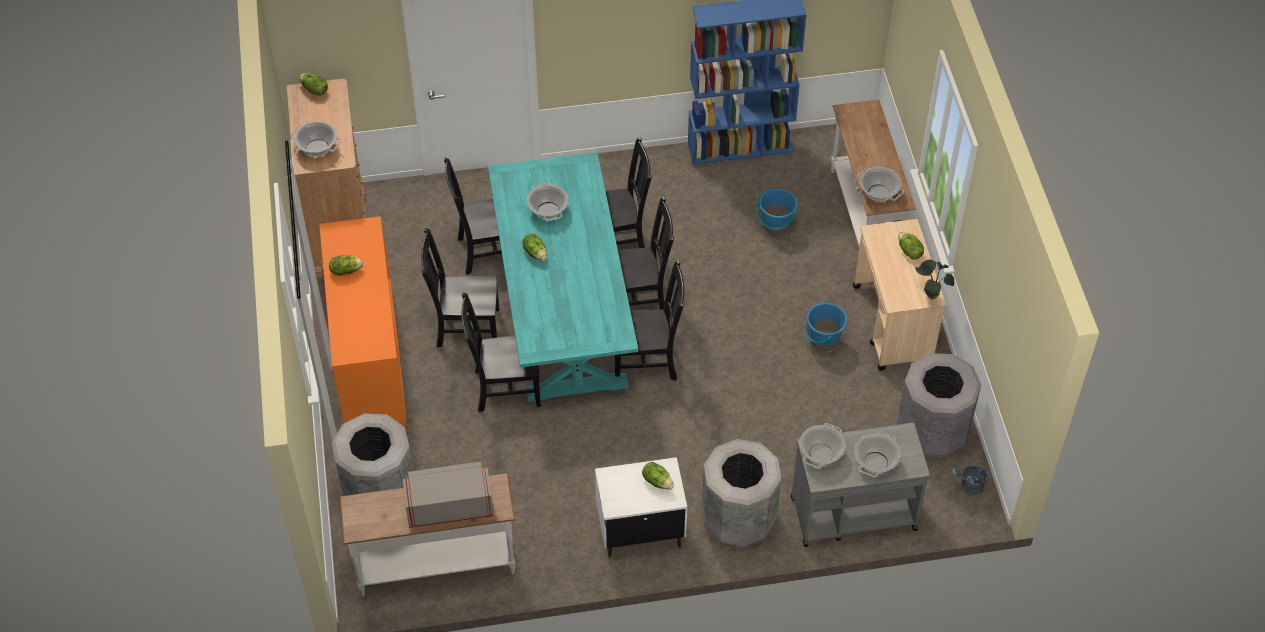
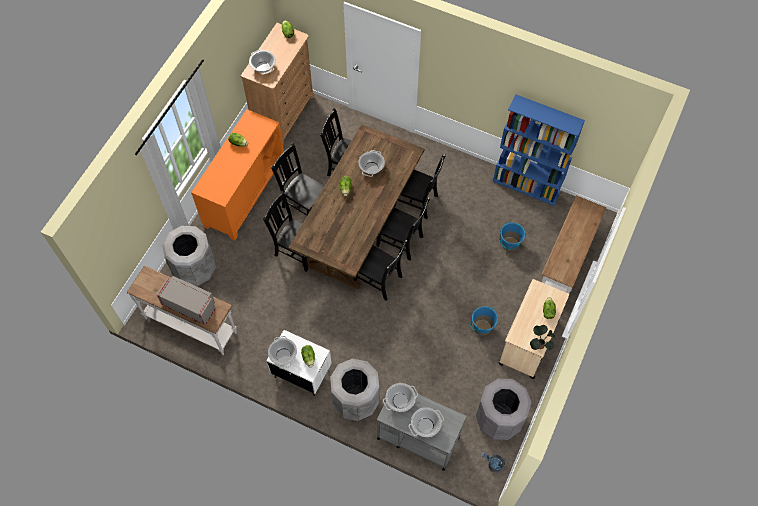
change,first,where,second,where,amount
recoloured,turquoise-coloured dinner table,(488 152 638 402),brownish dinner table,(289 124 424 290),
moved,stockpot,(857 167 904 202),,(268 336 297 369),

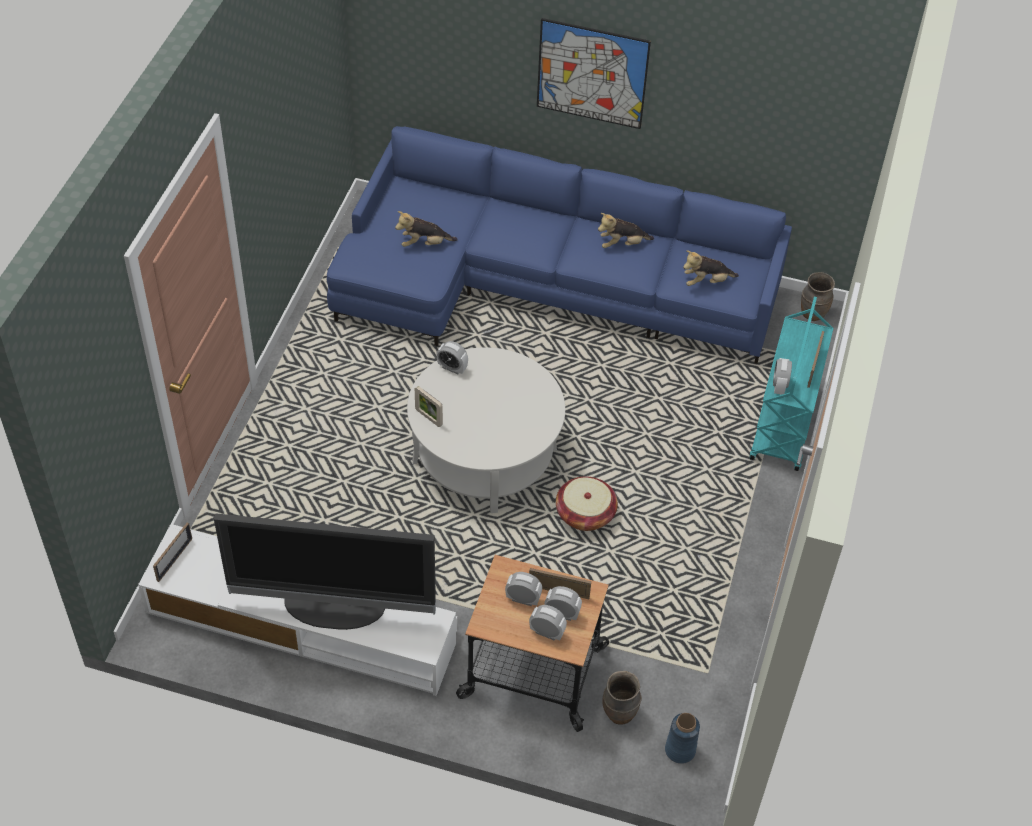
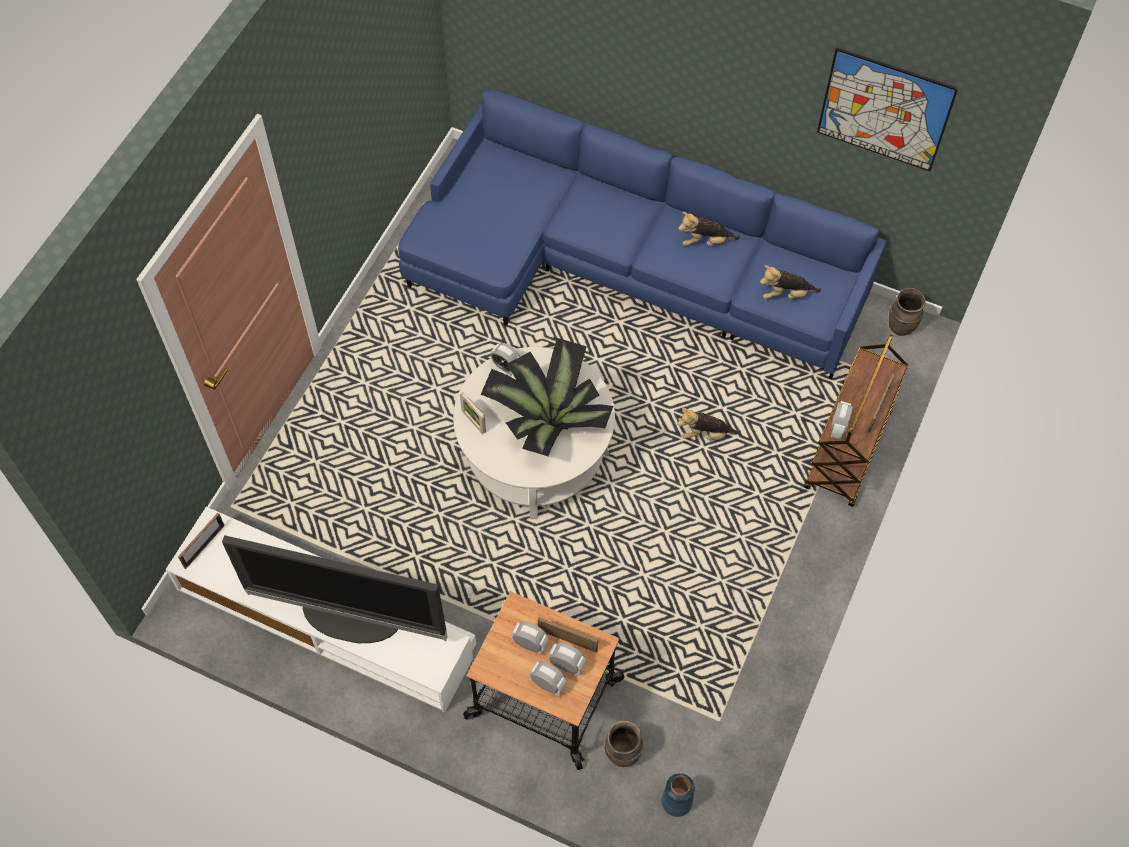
change,first,where,second,where,amount
moved,wall art,(537 18 651 129),,(817 47 958 171),
moved,plush toy,(395 211 458 247),,(677 408 741 440),
recoloured,turquoise-coloured cart,(750 297 833 471),brownish cart,(804 335 908 506),
removed,basket,(556 476 618 531),,,
added,,,potted plant,(481 338 613 456),

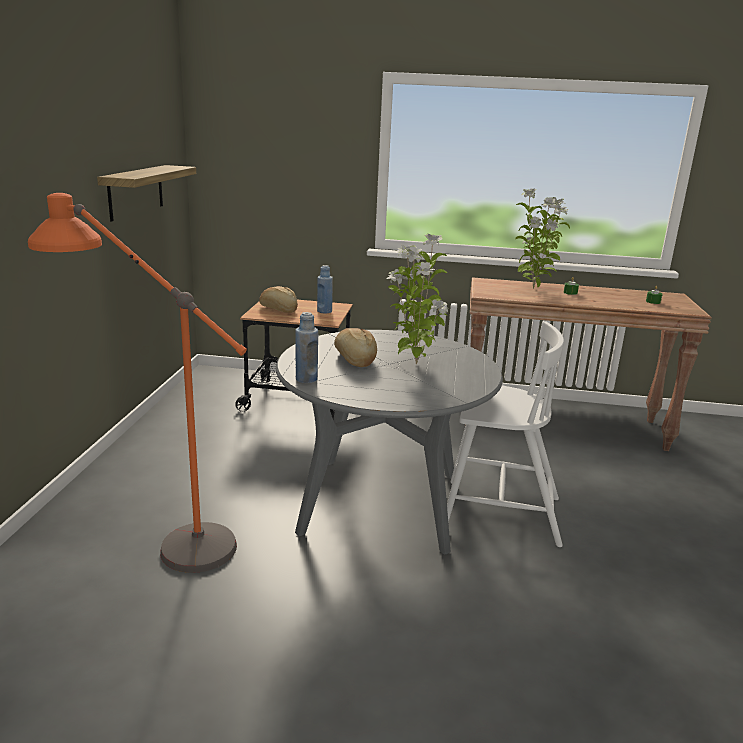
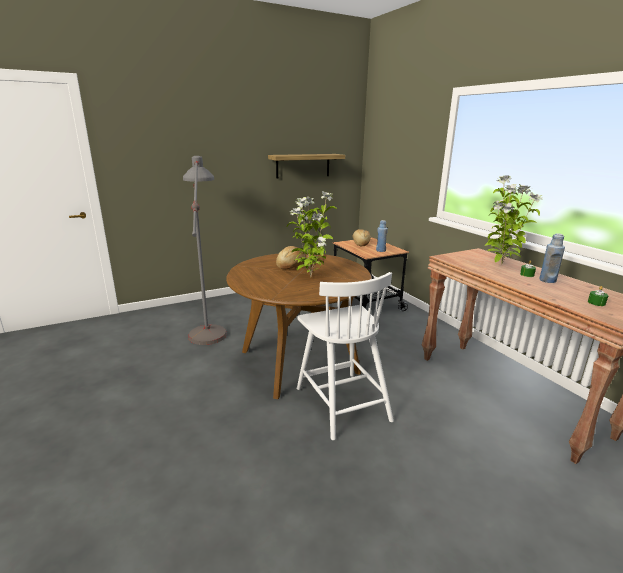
change,first,where,second,where,amount
recoloured,orangey standing lamp,(28 193 247 573),gray standing lamp,(183 156 227 345),
moved,bluish beverage bottle,(295 312 318 383),,(539 233 565 283),
recoloured,gray dinner table,(276 330 503 554),brownish dinner table,(226 253 372 399),

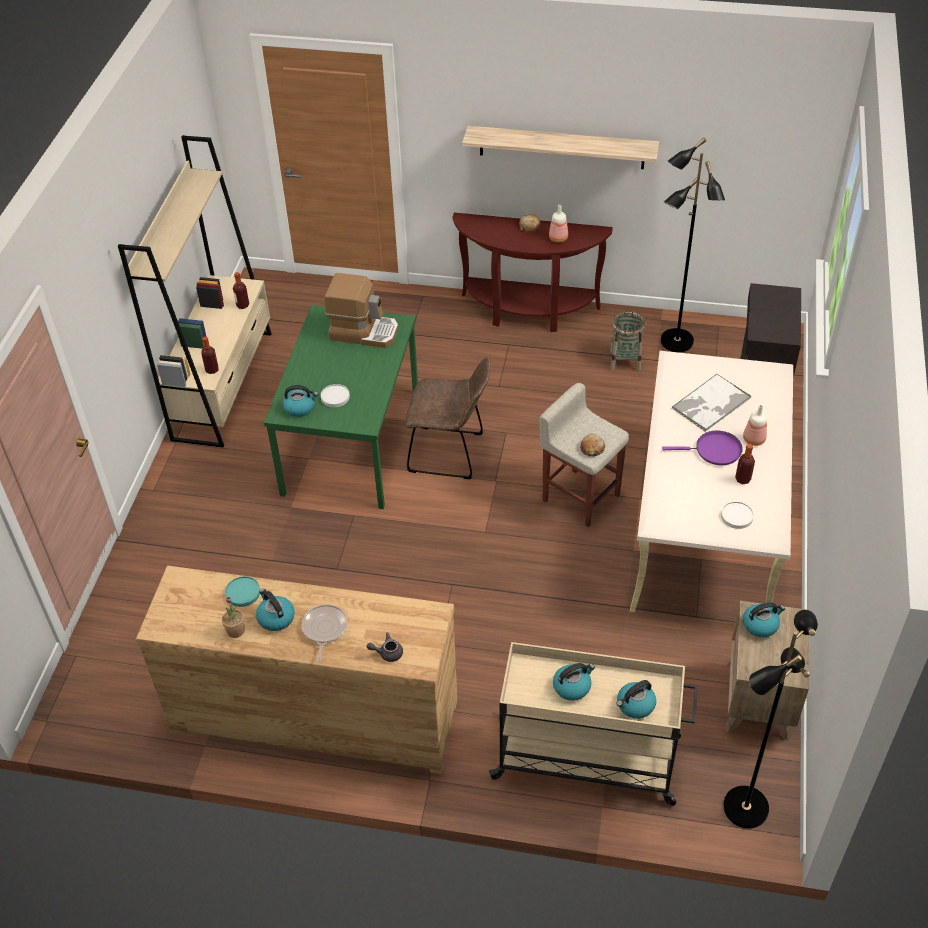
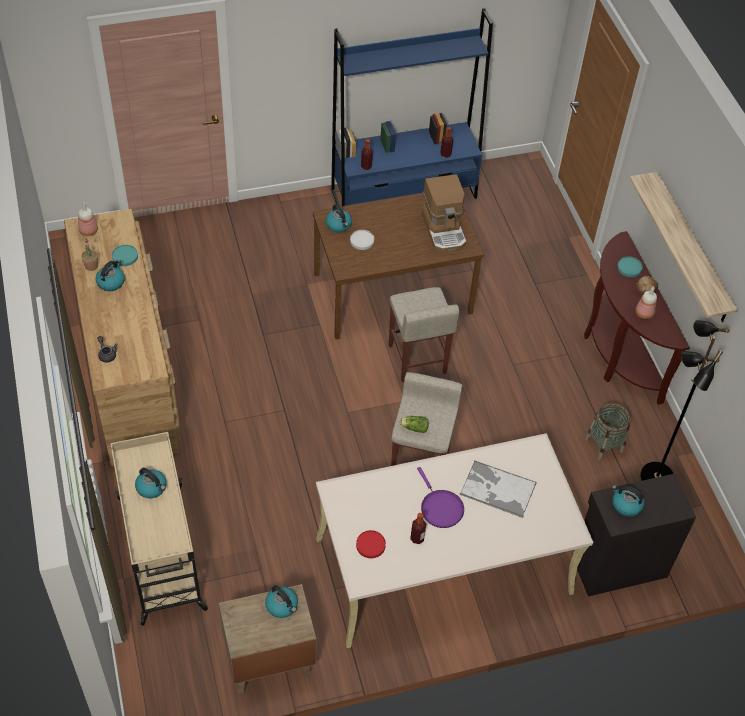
change,first,where,second,where,amount
recoloured,sand-coloured bookshelf,(118 135 271 447),bluish bookshelf,(331 8 493 206),
recoloured,greenish dinner table,(264 305 418 509),brownish dinner table,(313 193 484 340),
replaced,brownish chair,(405 357 490 479),sand-coloured stool seat,(389 287 459 382),
moved,beverage bottle,(743 405 767 446),,(78 202 98 236),
replaced,baked bread,(581 434 605 457),head of lettuce,(400 416 429 433),
recoloured,white dinner plate,(721 501 754 529),red dinner plate,(356 530 386 558),
removed,pan,(302 604 348 661),,,
removed,black standing lamp,(723 610 818 828),,,
moved,kettle,(616 680 656 719),,(612 485 644 516),
added,,,turquoise-coloured dinner plate,(617 256 643 277),

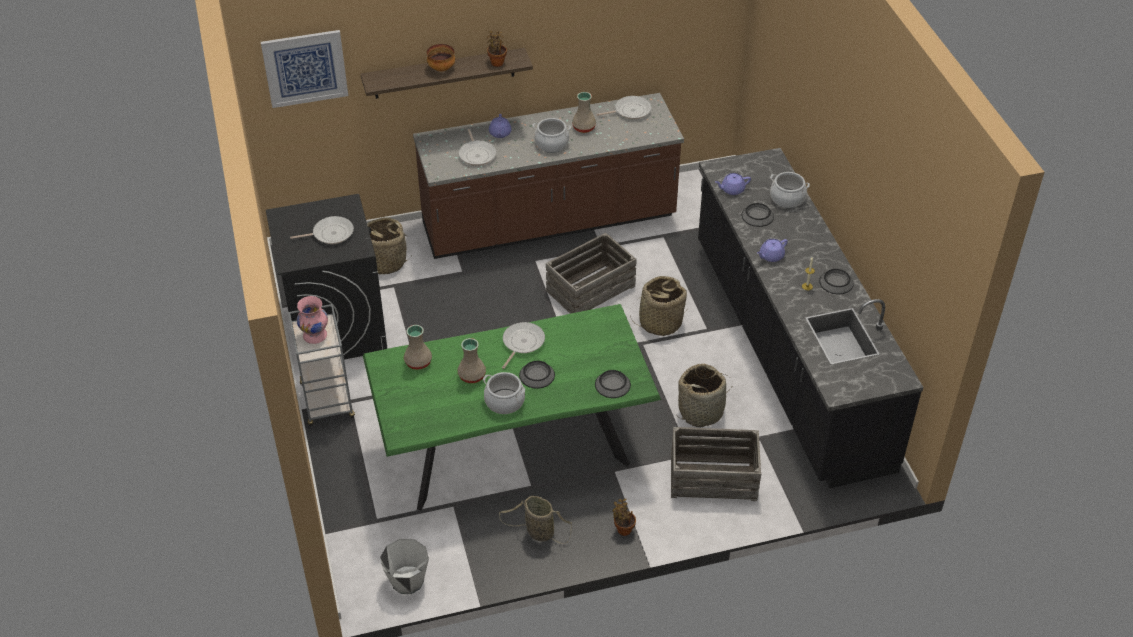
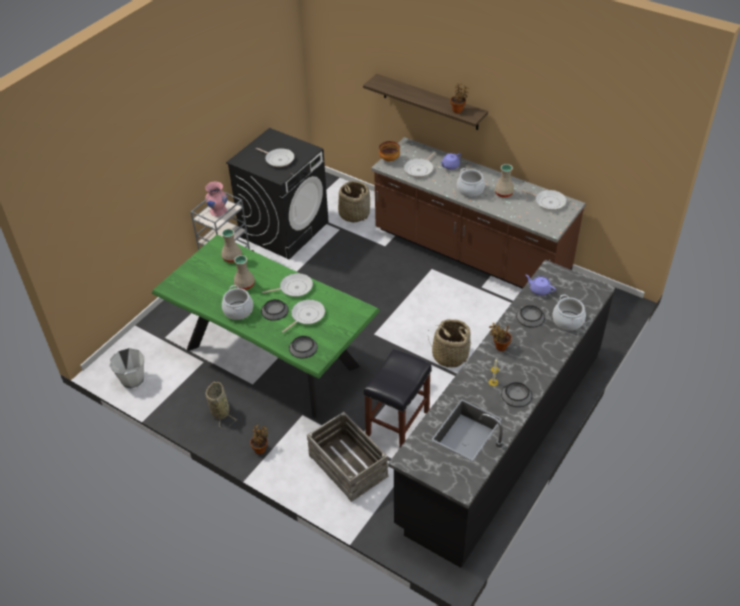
change,first,where,second,where,amount
removed,wall art,(261 30 348 108),,,
moved,deep dish,(427 44 455 72),,(379 141 400 162),
removed,packing crate,(546 233 637 314),,,
replaced,purple-coloured pot for tea,(757 239 788 262),potted plant,(489 322 512 351),
replaced,basket,(677 364 732 427),black stool seat,(364 349 432 447),
added,,,pan,(282 300 325 333),

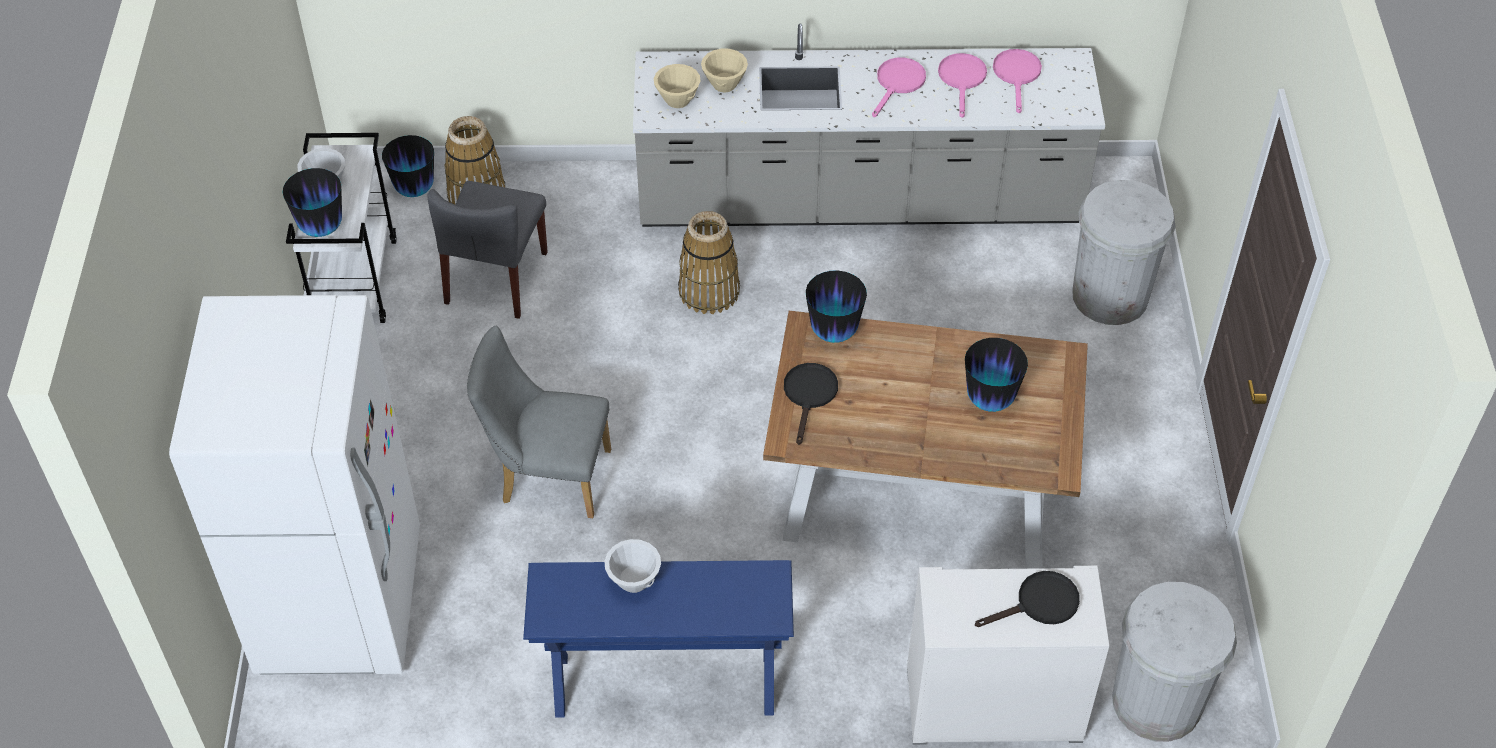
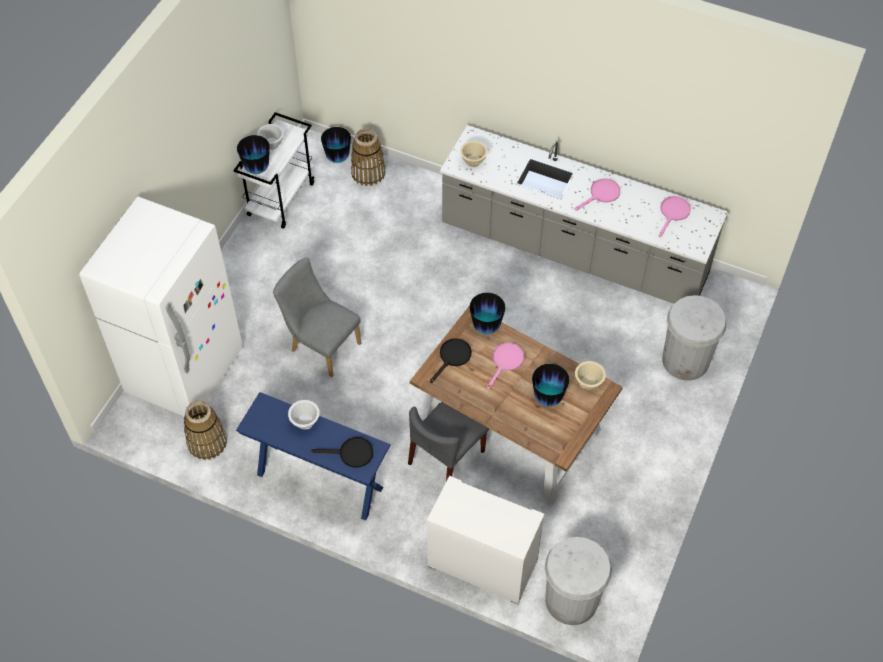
change,first,where,second,where,amount
moved,sand-coloured deep dish,(701 48 748 92),,(575 361 606 390),
moved,pink pan,(938 53 987 118),,(487 343 524 389),
moved,gray chair,(427 181 548 319),,(408 402 489 481),
moved,basket,(678 211 740 314),,(184 401 227 460),
moved,black pan,(975 571 1080 627),,(311 437 373 468),

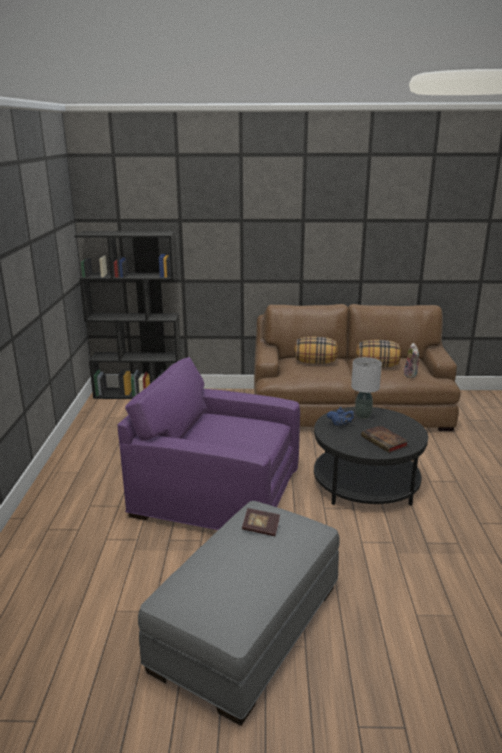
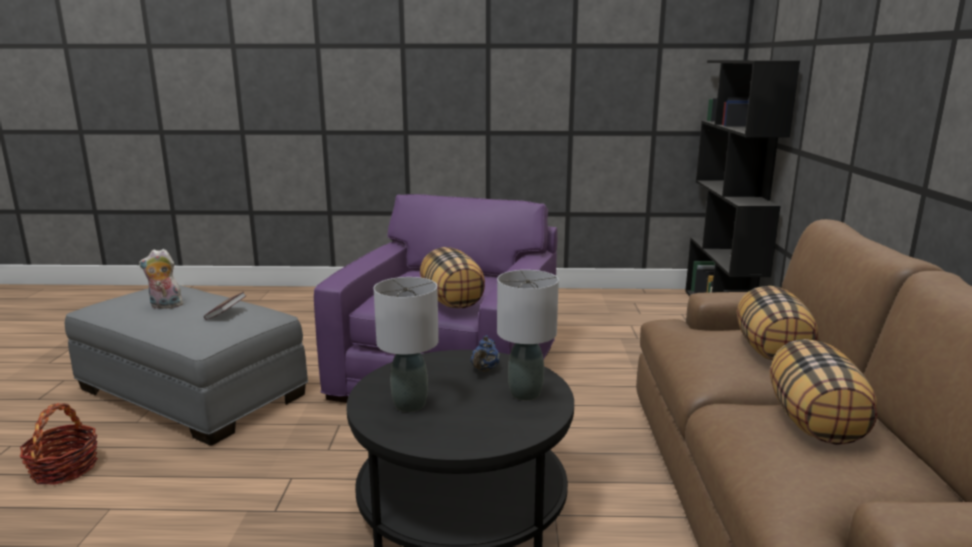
change,first,where,second,where,amount
moved,plush toy,(404 343 421 378),,(139 249 187 309),
replaced,bound book,(361 425 409 453),gray tabletop lamp,(374 277 439 412),
added,,,throw pillow,(420 247 485 308),
added,,,basket,(20 403 98 485),

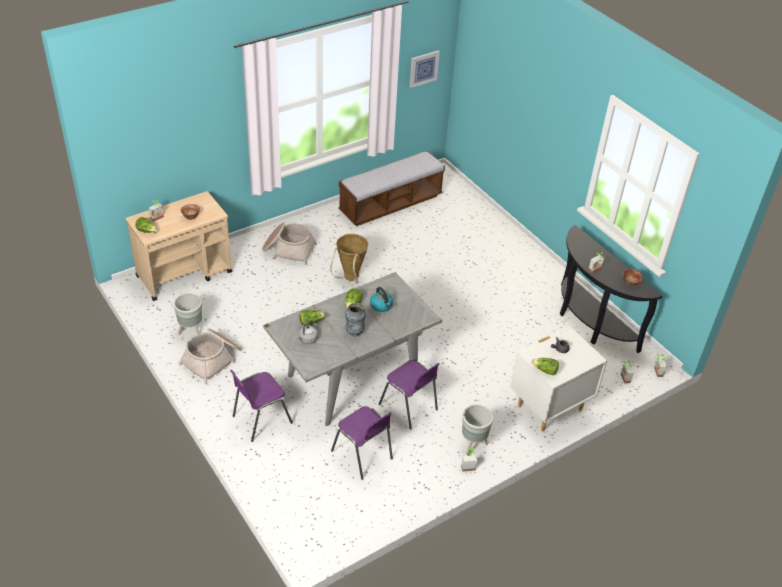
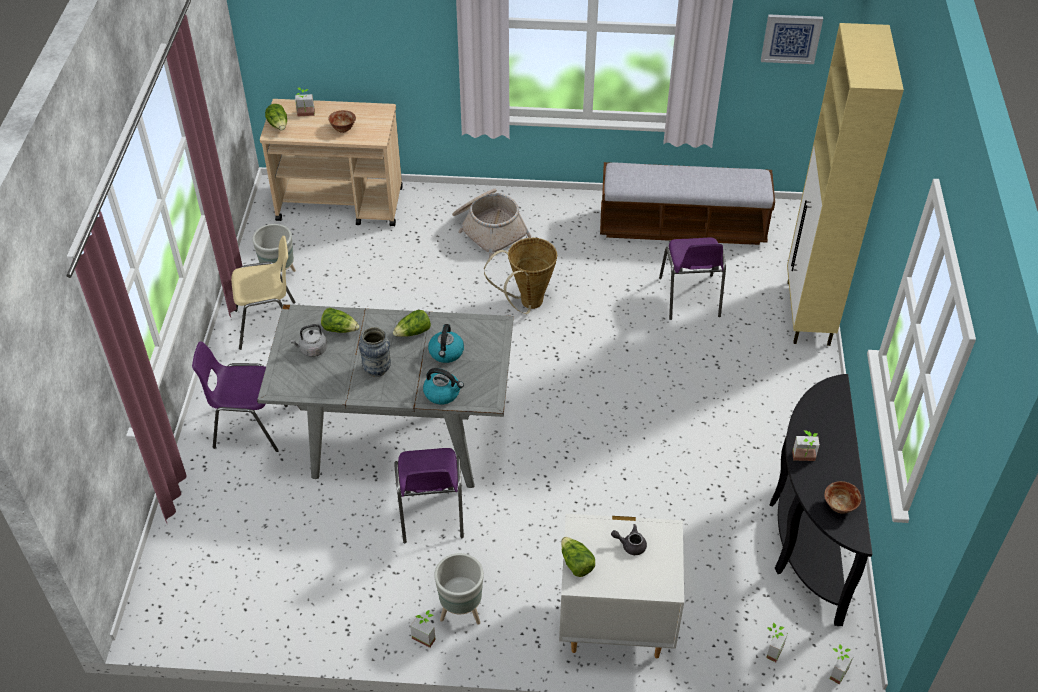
change,first,where,second,where,amount
replaced,basket,(179 329 241 384),sand-coloured chair,(231 236 295 350),
moved,purple-coloured chair,(331 406 393 480),,(659 238 726 320),
added,,,sand-coloured storage cabinet,(787 23 904 346),
added,,,kettle,(423 368 464 405),

